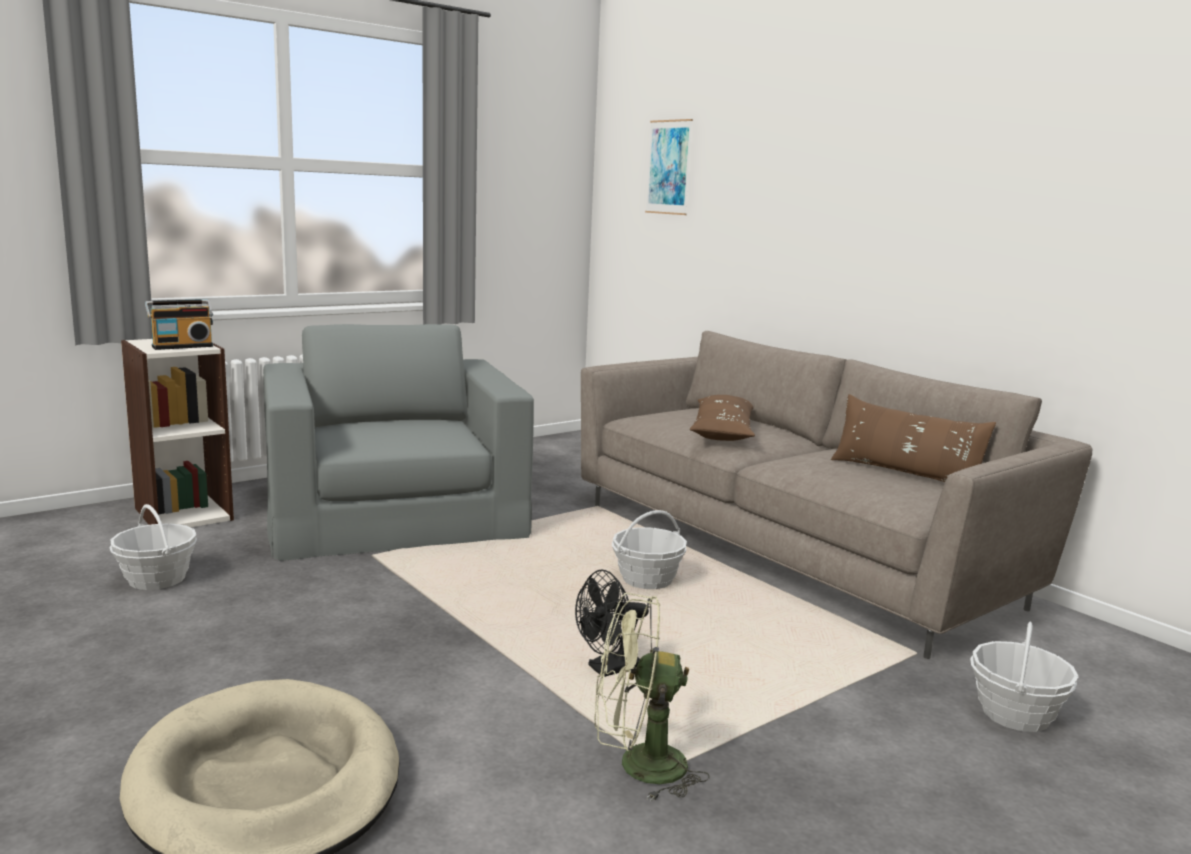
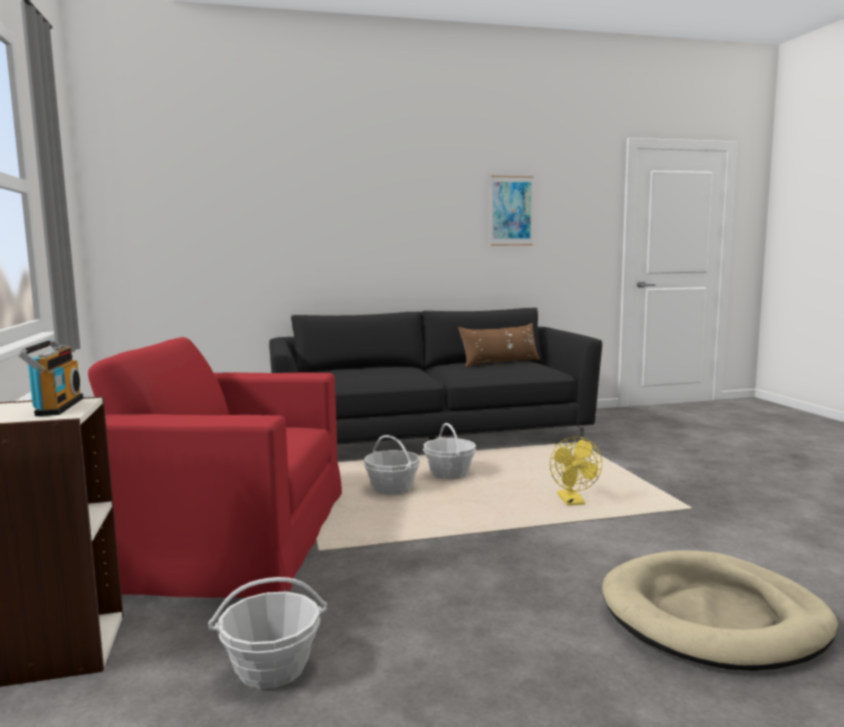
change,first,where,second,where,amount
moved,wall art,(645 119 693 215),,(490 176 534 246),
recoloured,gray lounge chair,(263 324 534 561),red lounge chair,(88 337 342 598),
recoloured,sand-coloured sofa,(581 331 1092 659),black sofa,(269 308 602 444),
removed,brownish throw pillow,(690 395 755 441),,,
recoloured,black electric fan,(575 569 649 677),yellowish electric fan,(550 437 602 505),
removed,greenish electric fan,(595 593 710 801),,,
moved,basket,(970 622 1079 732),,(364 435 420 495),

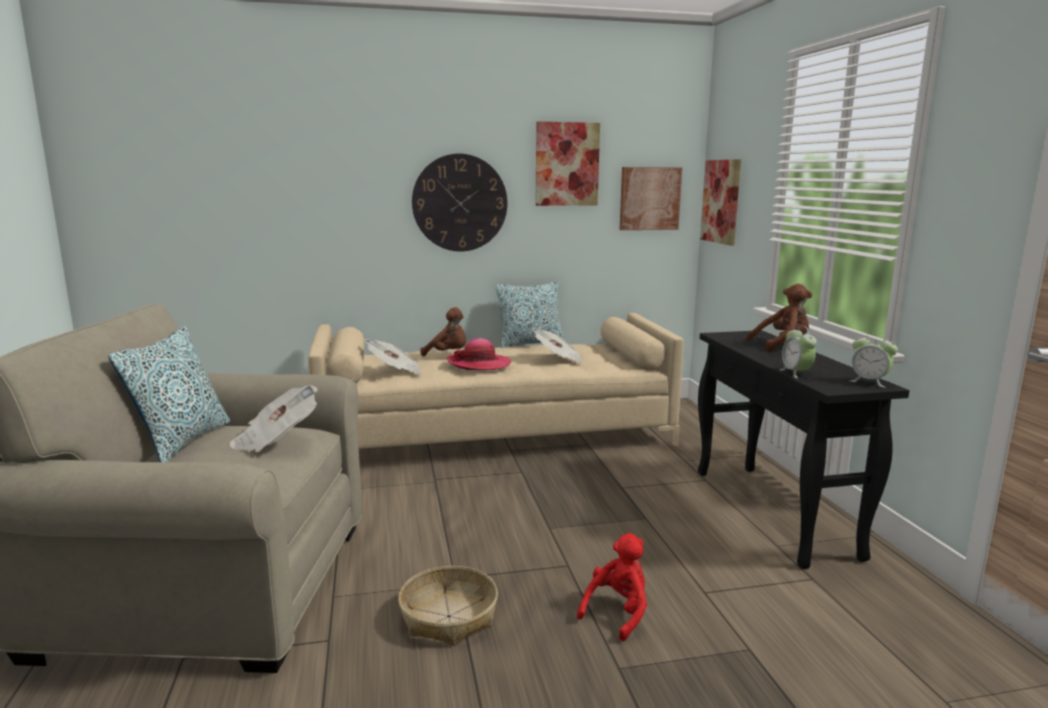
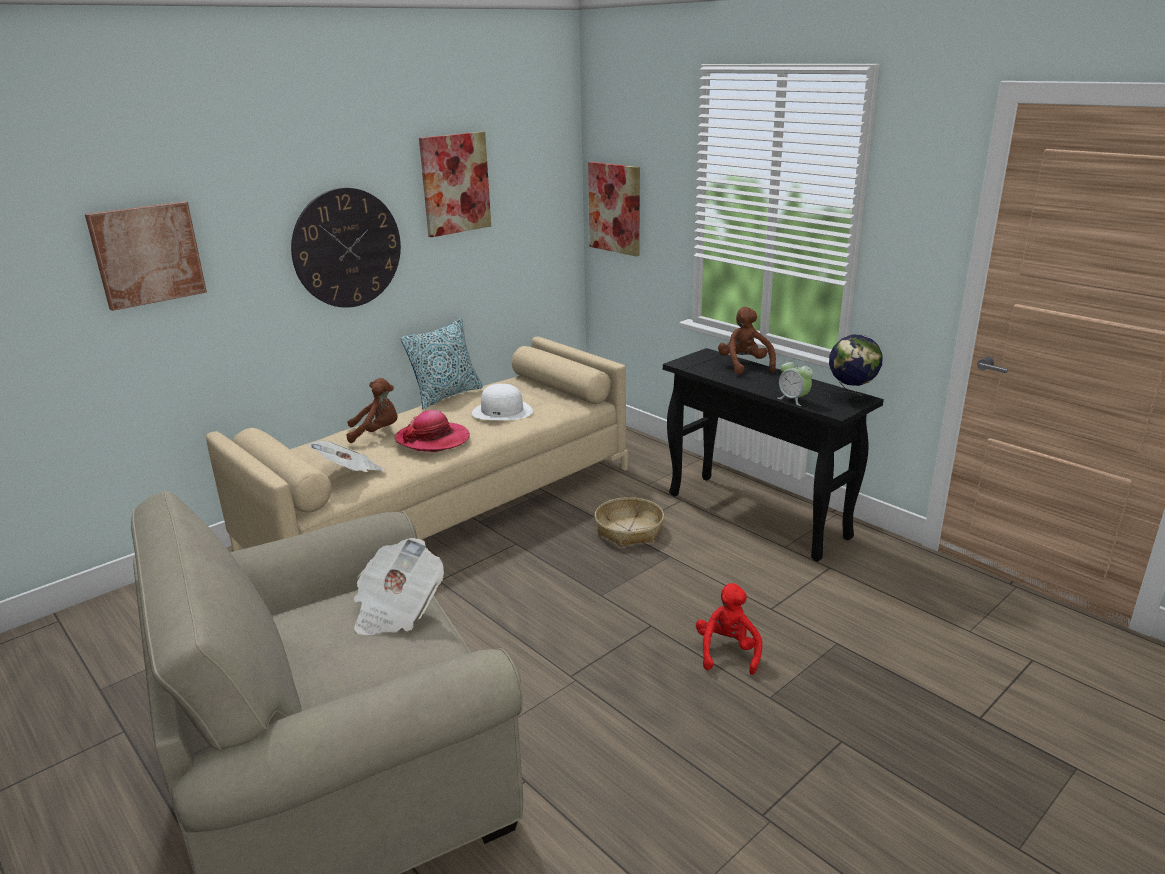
change,first,where,second,where,amount
moved,wall art,(620 167 682 230),,(85 201 207 311),
turned,brownish plush toy,(746 284 813 352),,(718 307 776 375),60 degrees counterclockwise
removed,throw pillow,(108 325 230 462),,,
replaced,printed paper,(532 328 583 363),white clothing hat,(472 384 533 420),
replaced,bedside clock,(849 332 898 388),globe,(829 335 883 399),
moved,basket,(398 566 498 646),,(595 497 664 547),

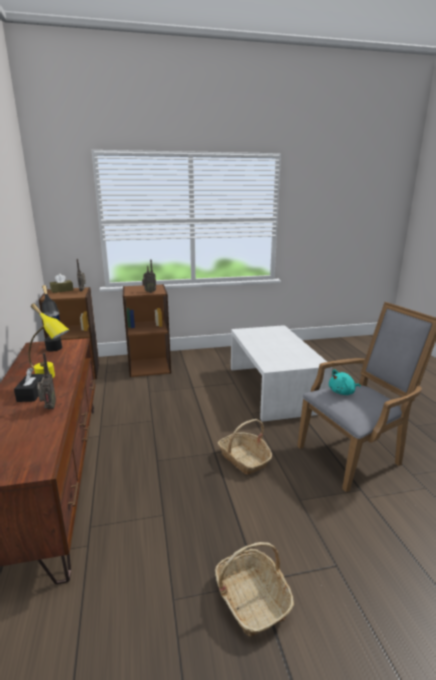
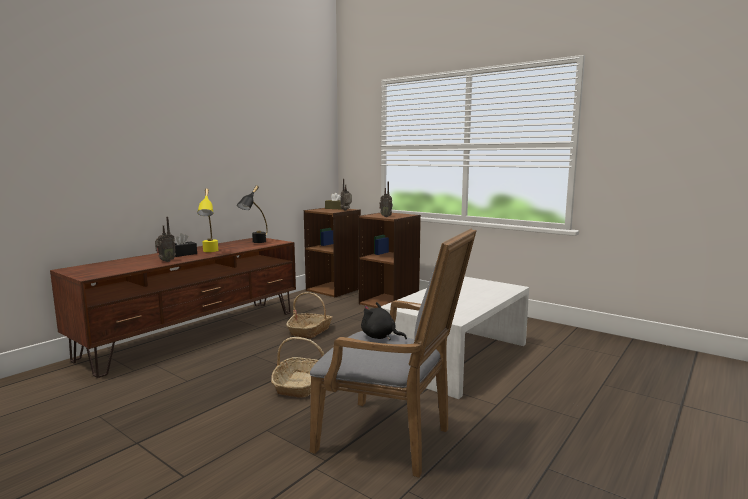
change,first,where,second,where,amount
recoloured,turquoise-coloured plush toy,(329 369 361 395),black plush toy,(361 302 407 340),
moved,basket,(215 542 294 636),,(286 292 333 339),

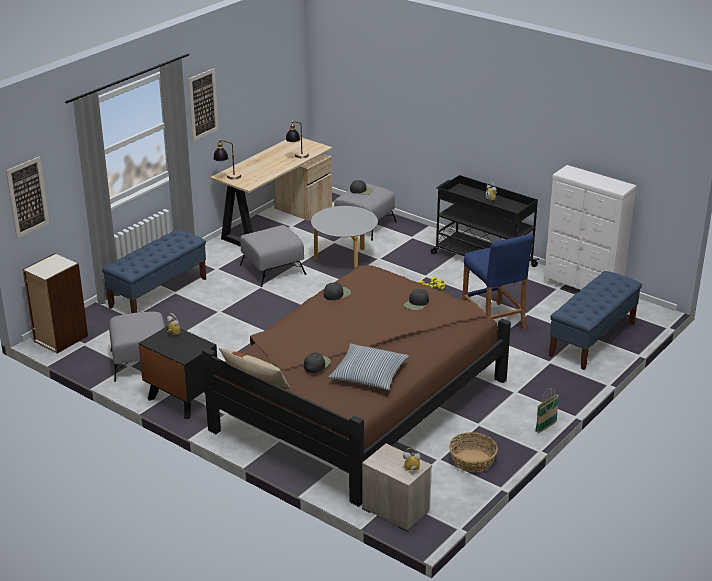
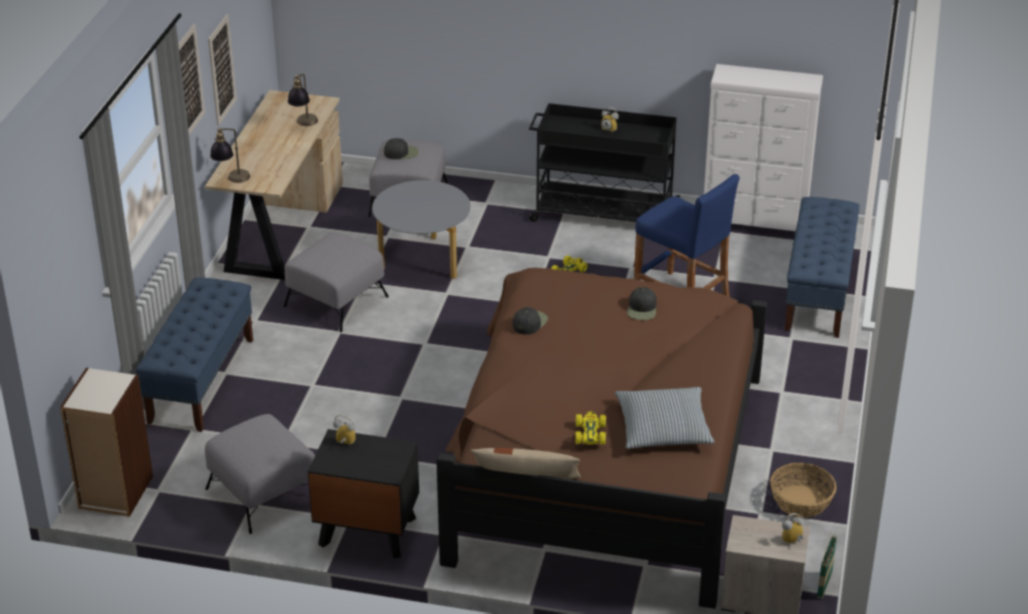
change,first,where,second,where,amount
moved,wall art,(6 156 49 238),,(208 14 237 126),
replaced,black peaked cap,(304 352 331 373),yellowish model car,(575 412 606 445),
moved,basket,(535 388 559 433),,(817 532 837 599),

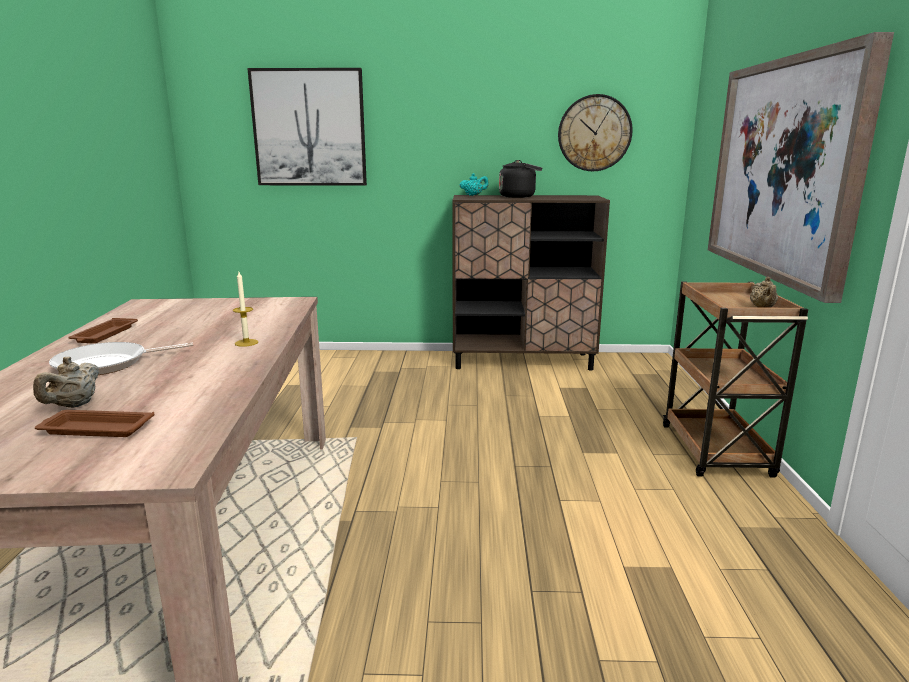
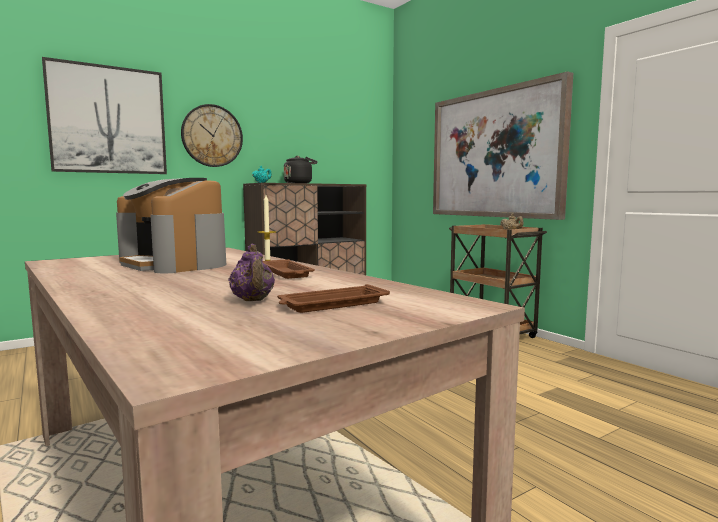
change,first,where,second,where,amount
moved,wall clock,(558 94 633 171),,(181 104 243 167),
moved,brownish serving tray,(68 318 138 343),,(263 259 315 279),
removed,pan,(49 342 193 375),,,
recoloured,sand-coloured pot for tea,(33 357 100 408),purple-coloured pot for tea,(228 244 275 301),
added,,,coffee machine,(116 178 226 273),

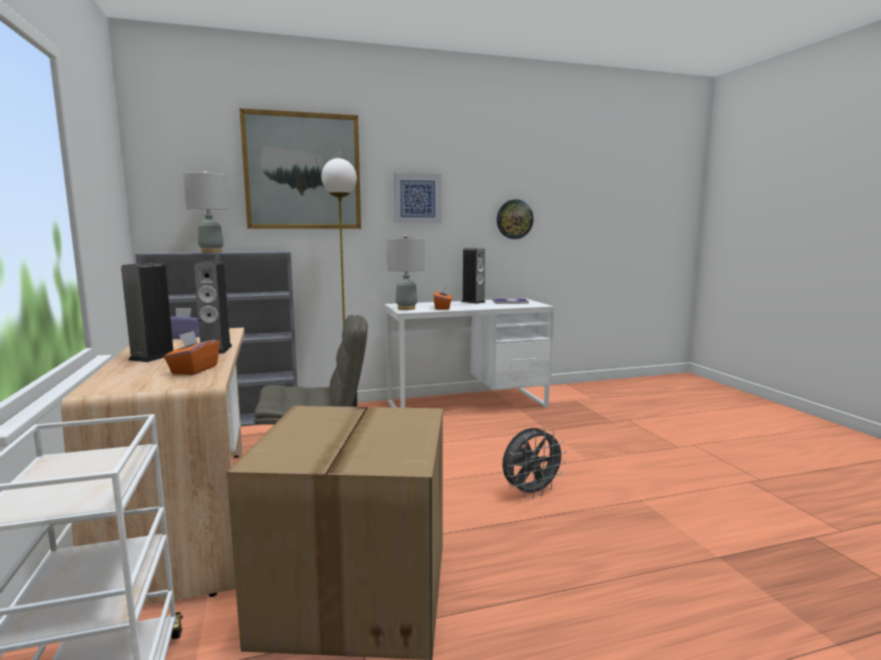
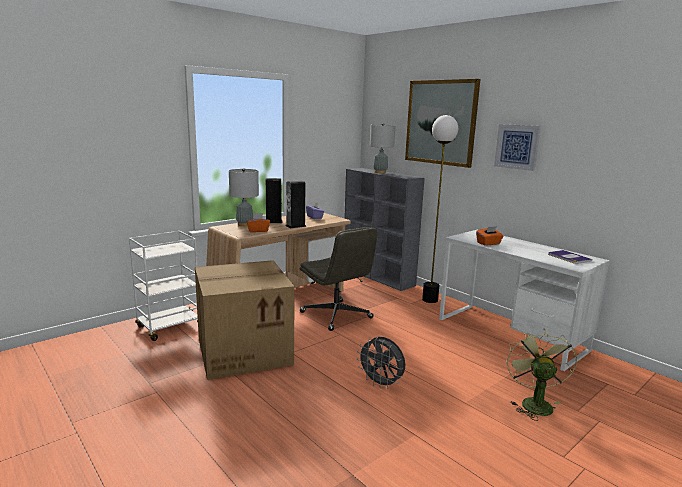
change,first,where,second,where,amount
removed,wall clock,(497 199 534 239),,,
moved,gray tabletop lamp,(387 235 425 310),,(229 168 259 226),
removed,loudspeaker,(461 248 486 304),,,
added,,,greenish electric fan,(506 330 577 421),

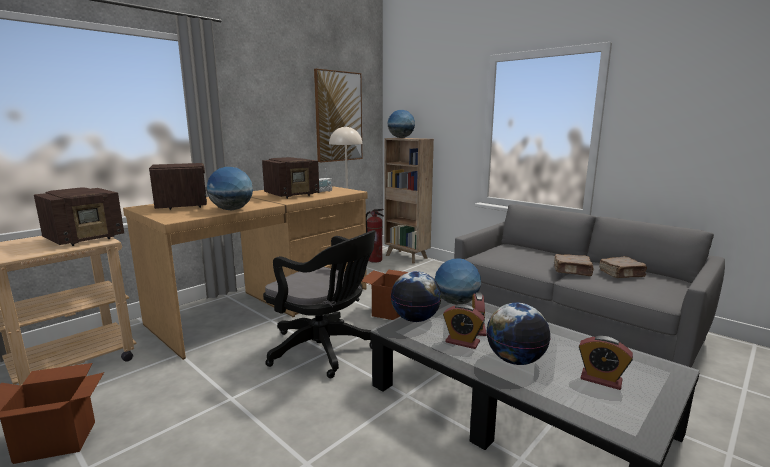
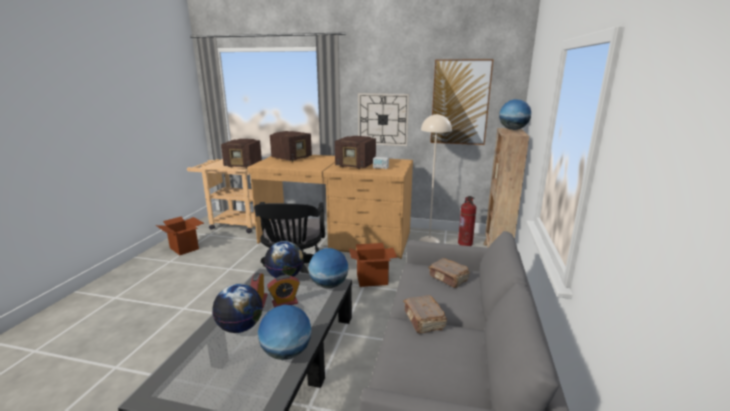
change,first,where,second,where,amount
moved,globe,(207 167 253 210),,(258 305 312 360),
moved,brownish bound book,(599 256 647 278),,(429 258 470 288),
removed,bedside clock,(579 336 633 390),,,
added,,,wall clock,(358 93 409 146),

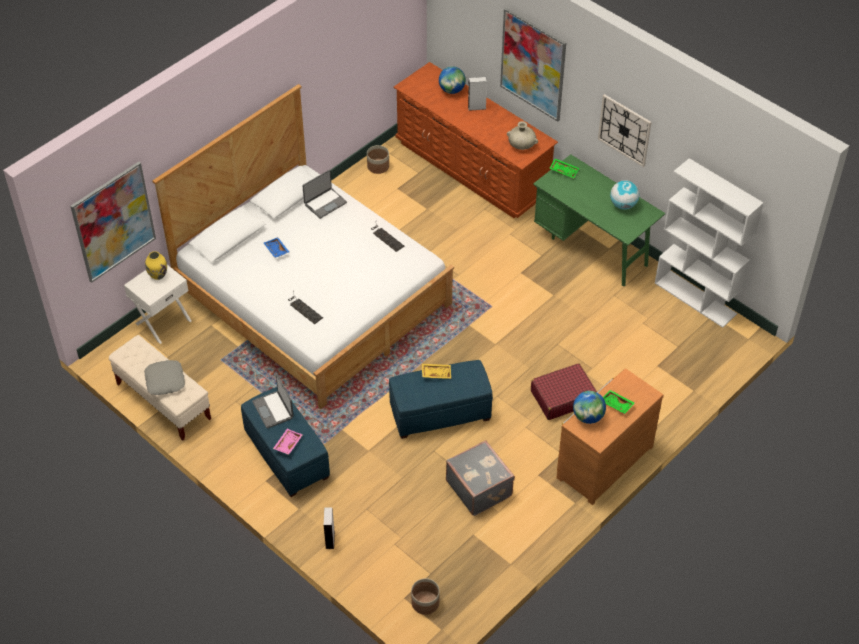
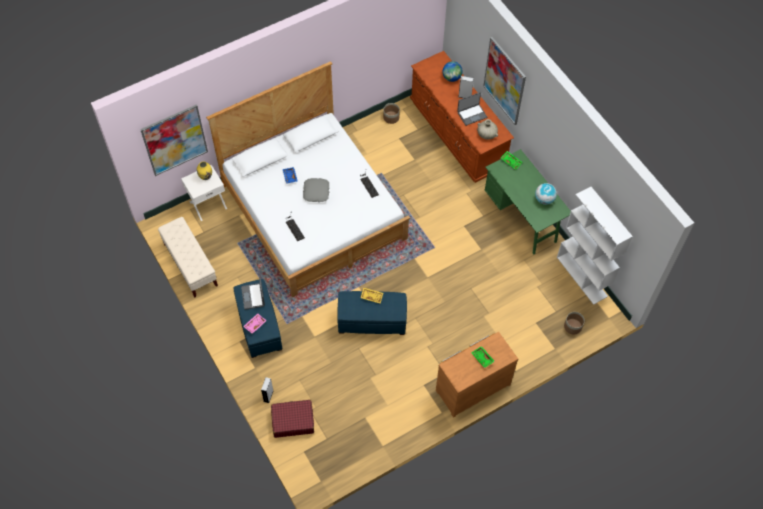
change,first,where,second,where,amount
removed,wall clock,(598 94 651 167),,,
moved,notebook computer,(302 170 347 219),,(457 92 487 126),
moved,gray throw pillow,(144 360 185 395),,(303 178 330 202),
moved,red suitcase,(531 363 597 420),,(271 400 314 438),
removed,globe,(573 391 606 424),,,
removed,gray suitcase,(446 440 515 516),,,
moved,planter,(411 578 439 615),,(564 312 585 334),

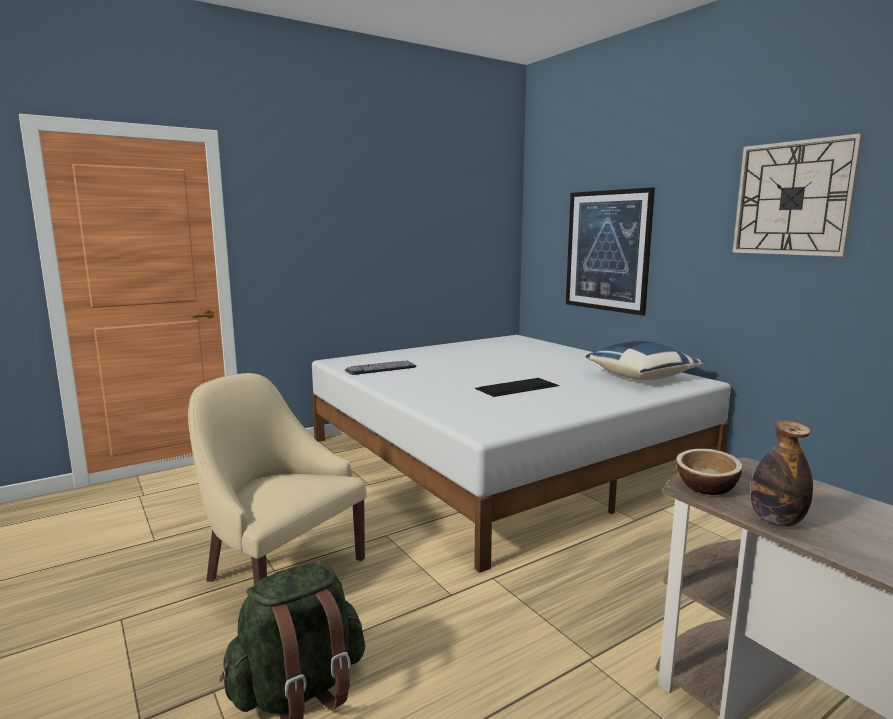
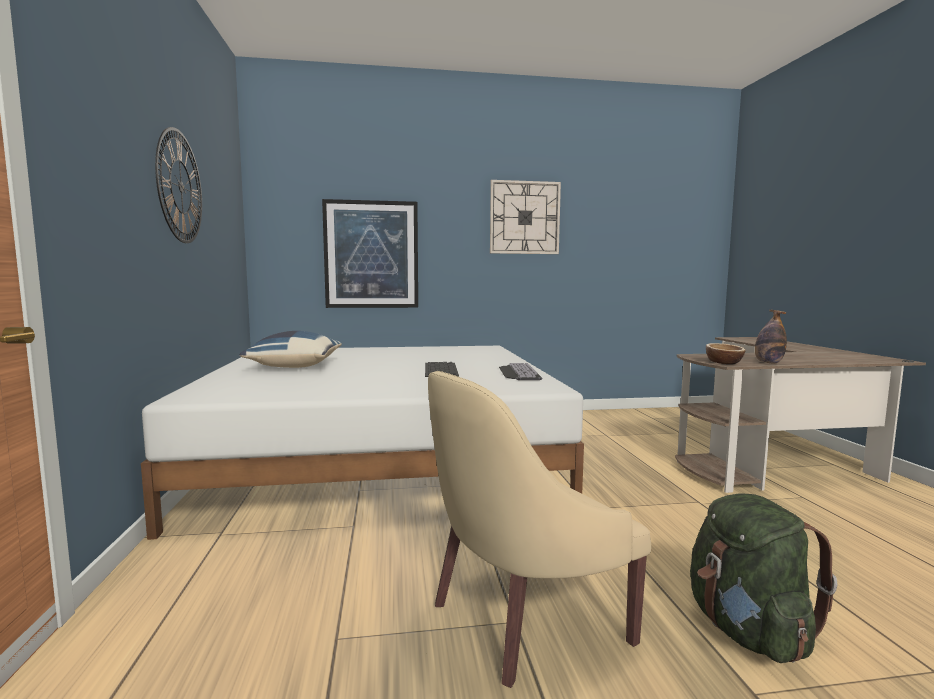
change,first,where,second,where,amount
moved,bluish throw pillow,(585 341 705 380),,(240 331 342 368),
moved,PC keyboard,(345 360 416 375),,(499 363 543 380),
added,,,wall clock,(155 127 202 243),

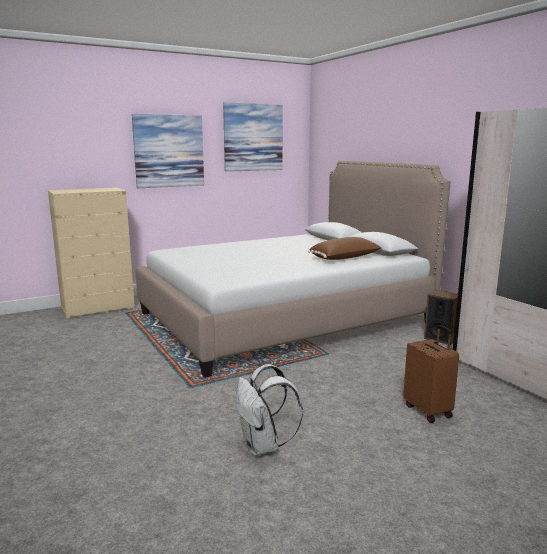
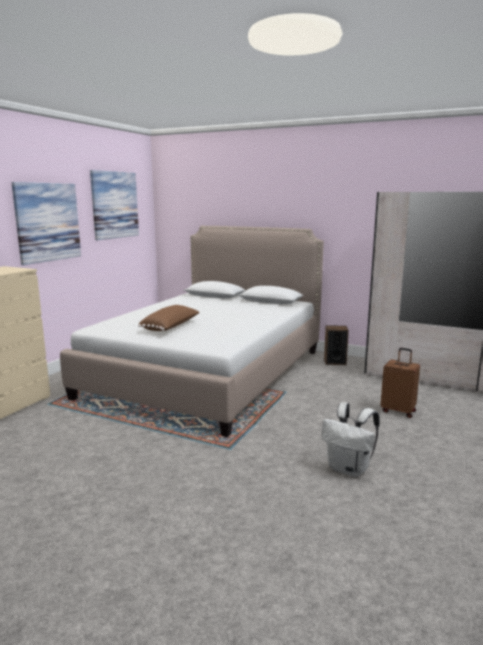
change,first,where,second,where,amount
moved,brownish throw pillow,(308 237 382 260),,(138 305 200 331),

